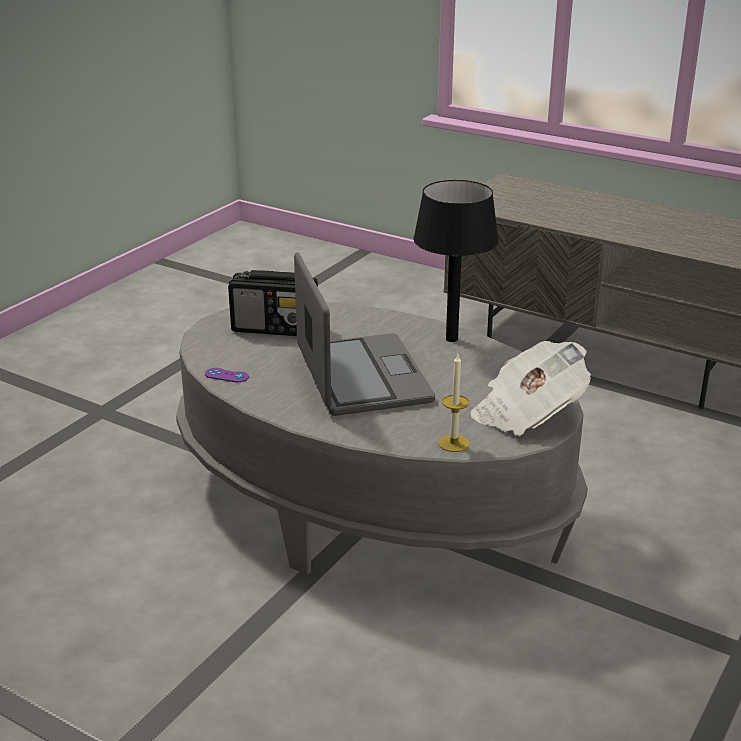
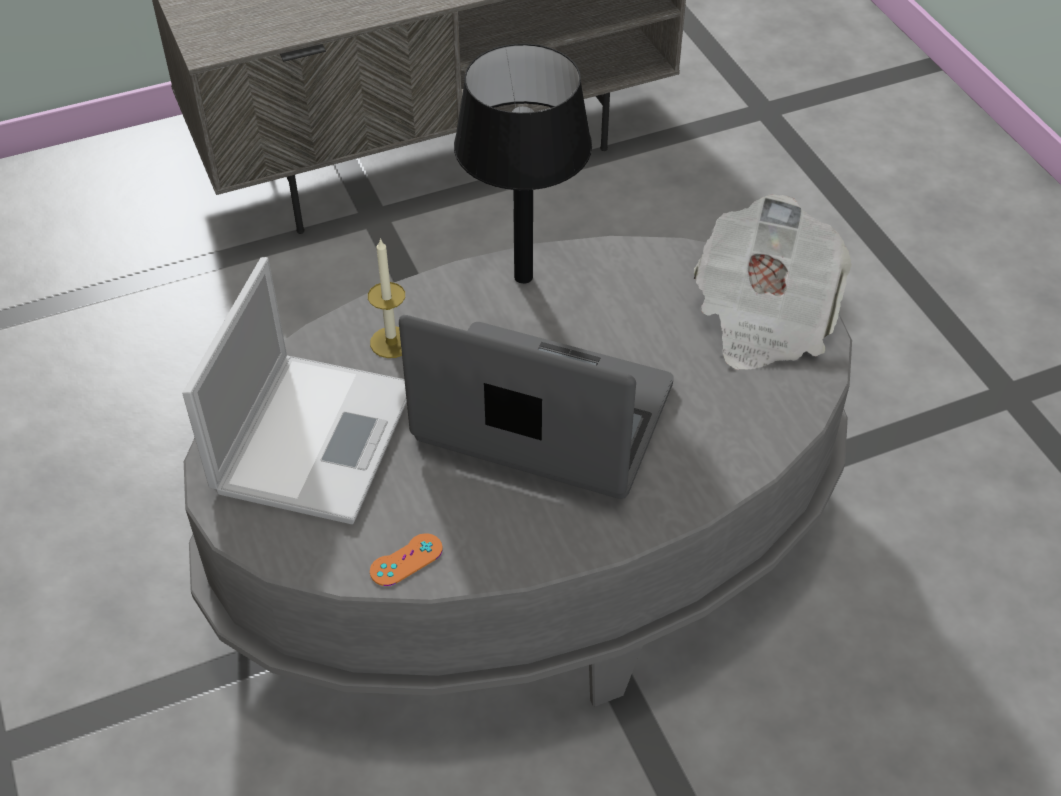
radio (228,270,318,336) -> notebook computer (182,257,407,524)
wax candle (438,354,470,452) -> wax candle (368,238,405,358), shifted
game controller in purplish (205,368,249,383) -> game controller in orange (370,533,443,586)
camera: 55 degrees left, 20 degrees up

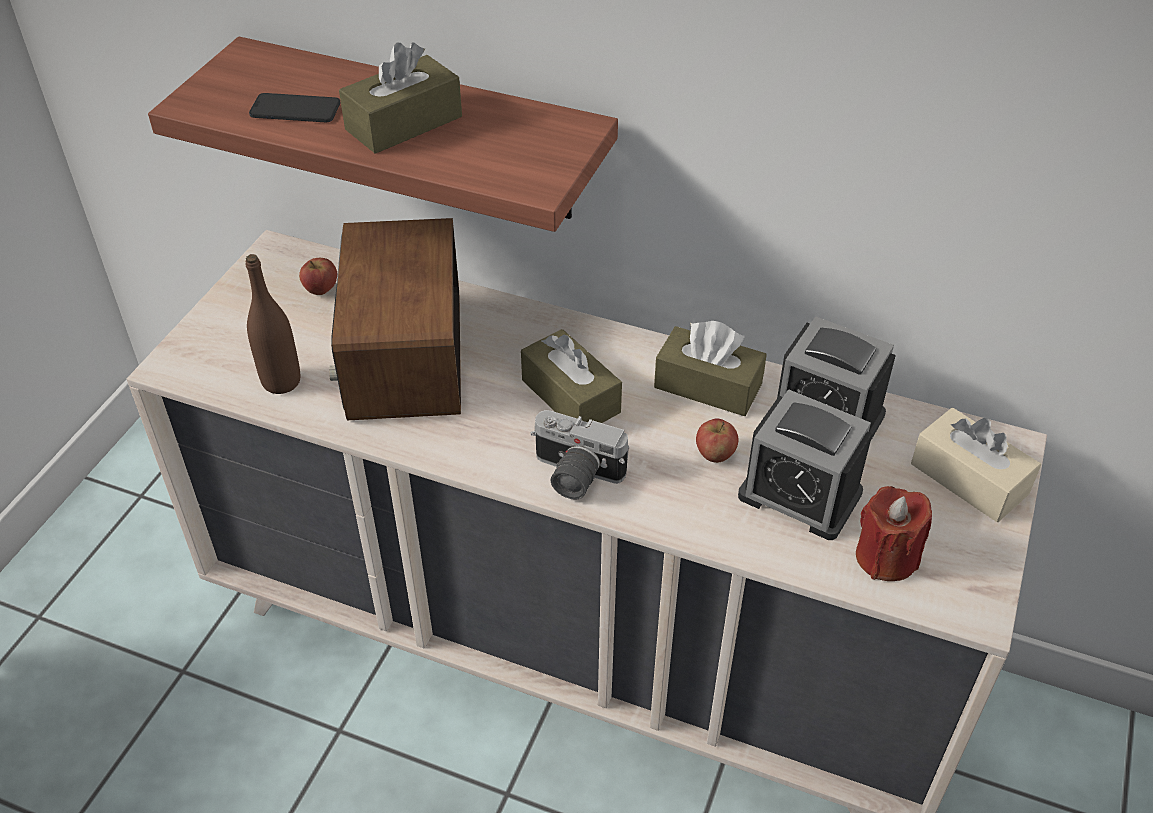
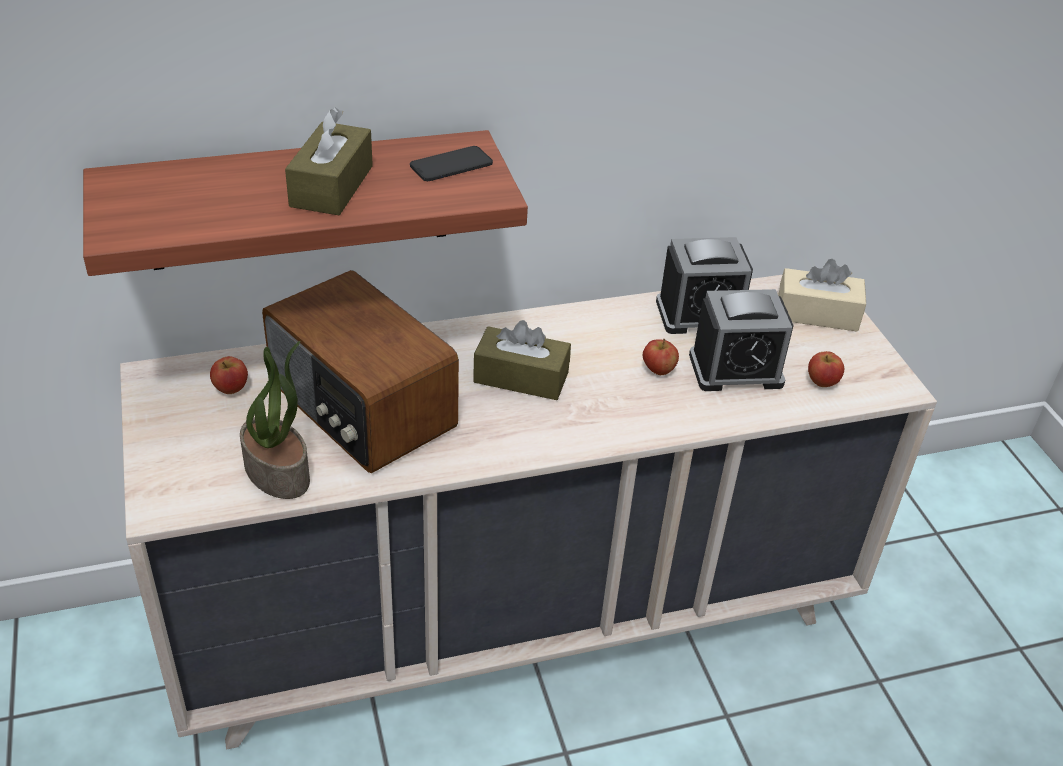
drink bottle in brownish (245,254,300,394) -> plant in a pot (240,341,310,499)
phone (249,93,340,122) -> phone (410,146,493,181), shifted
wax candle in reddish (856,486,932,581) -> apple fruit (808,351,844,387)
still camera (530,410,629,500) -> none
tissue holder in brownish (654,321,767,416) -> none
camera: 40 degrees left, 5 degrees down

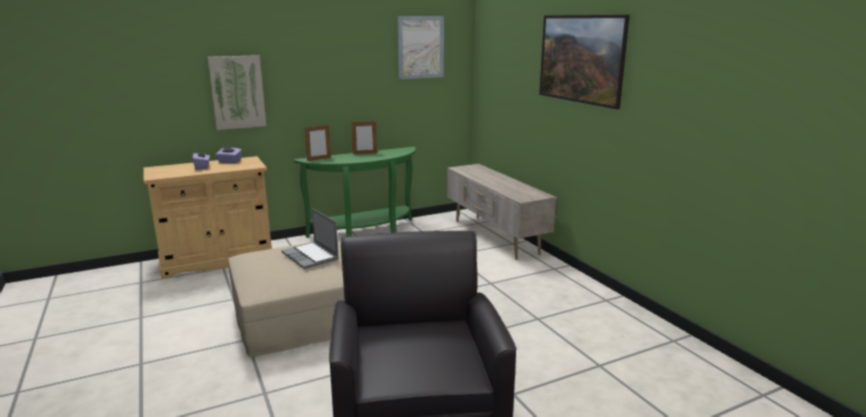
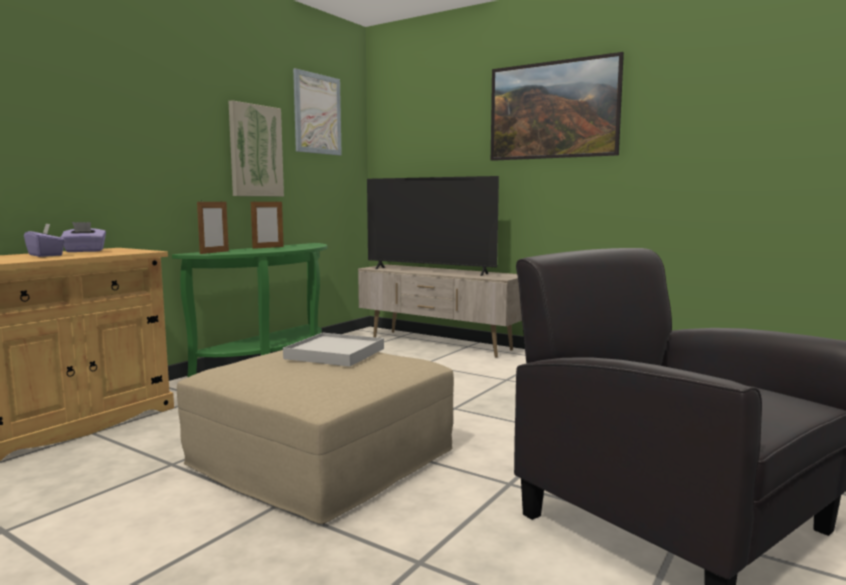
wall picture (207,55,266,130) -> wall picture (228,100,284,196), shifted
notebook computer (281,209,339,269) -> tray in white (283,333,384,367)
none -> TV set (367,176,499,276)
camera: 30 degrees left, 10 degrees down

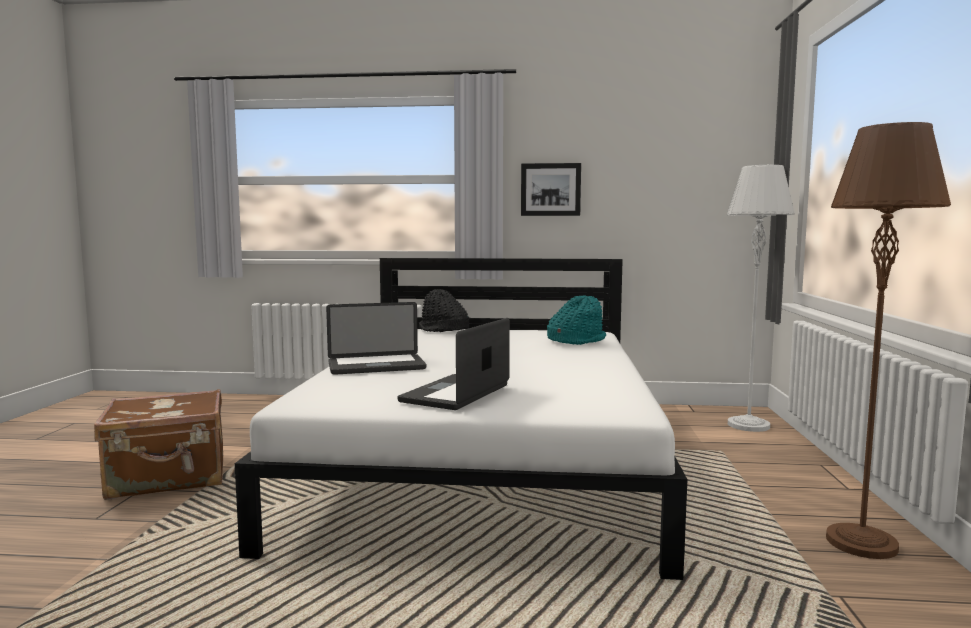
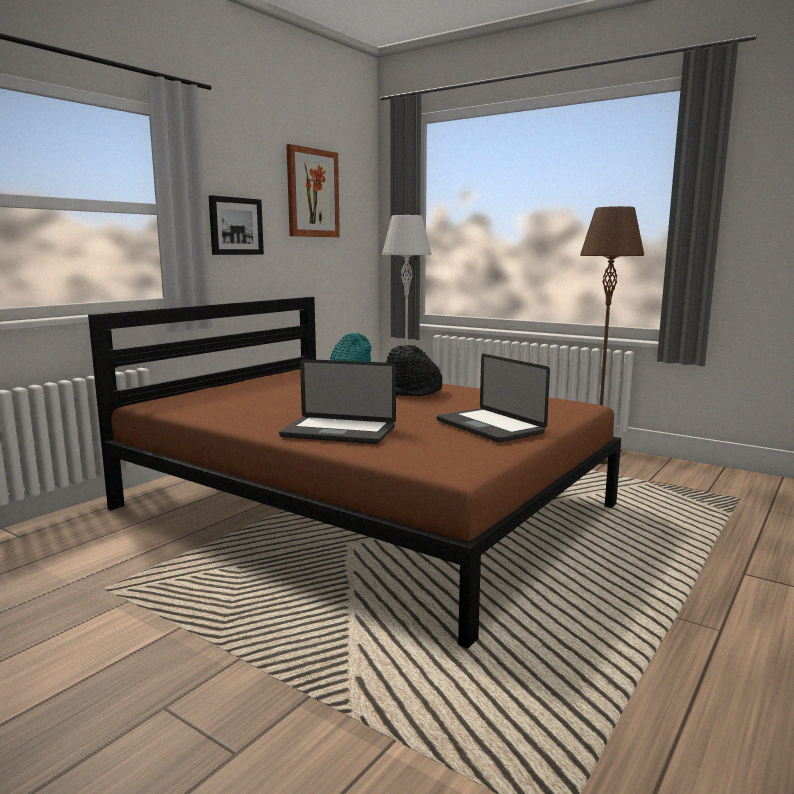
sleeping bed in white (235,258,687,580) -> sleeping bed in brownish (88,297,621,649)
notebook computer (326,302,426,375) -> notebook computer (279,359,396,444), 90 degrees clockwise
none -> wall picture (286,144,340,237)
hat in black (419,289,469,332) -> hat in black (387,345,442,396), shifted
piece of luggage in brownish (94,389,223,500) -> none
camera: 60 degrees left, 5 degrees up

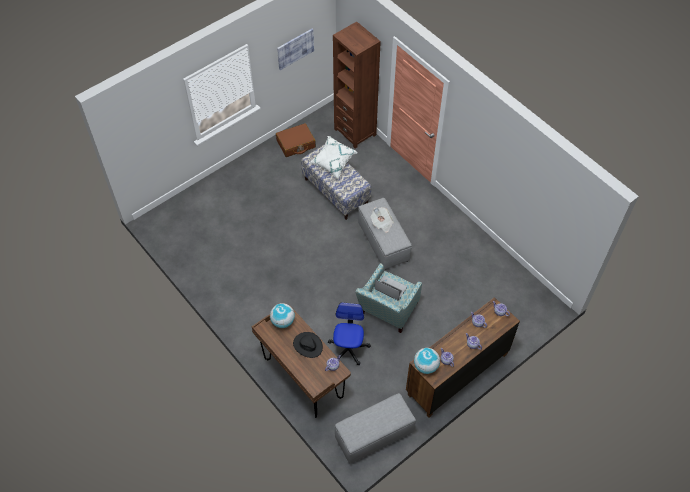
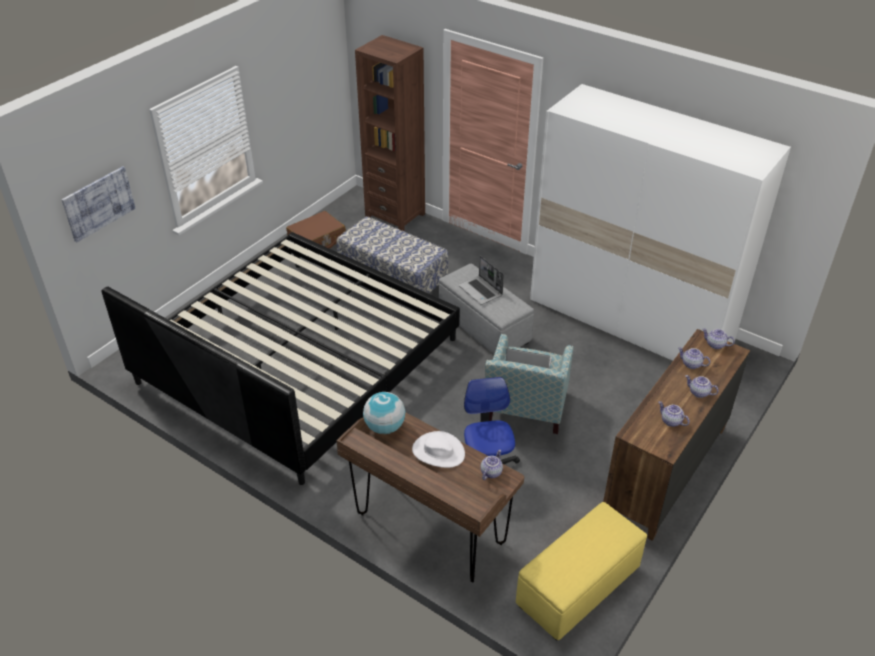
wall picture (277,29,314,70) -> wall picture (61,166,136,242), shifted
none -> sleeping bed (101,232,460,485)
hat in black (293,332,323,358) -> hat in white (412,431,465,468)
newspaper (371,207,394,233) -> notebook computer (459,256,504,305)
pouffe in grey (335,393,416,464) -> pouffe in yellowish (516,502,647,641)
none -> clothes cupboard in white (530,84,791,361)
cushion in white (309,136,358,179) -> none
globe (414,348,440,374) -> none
camera: 15 degrees left, 15 degrees down

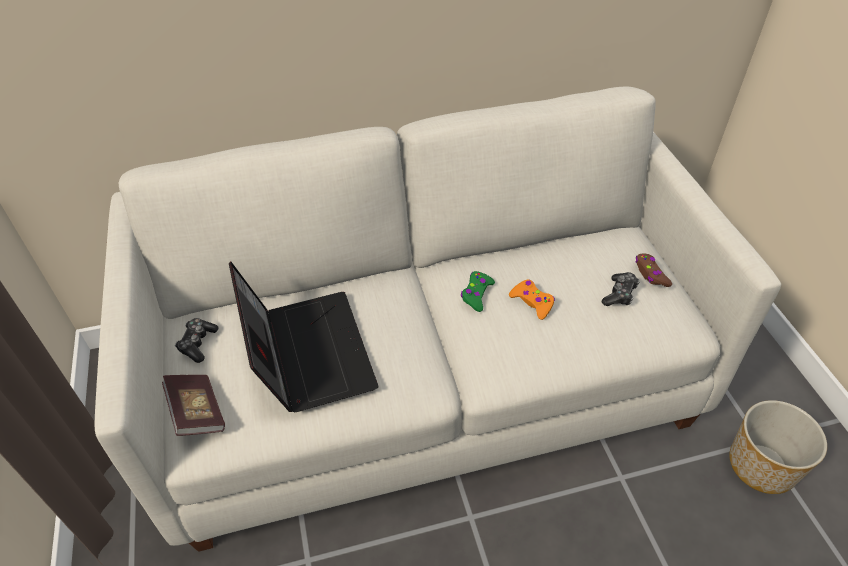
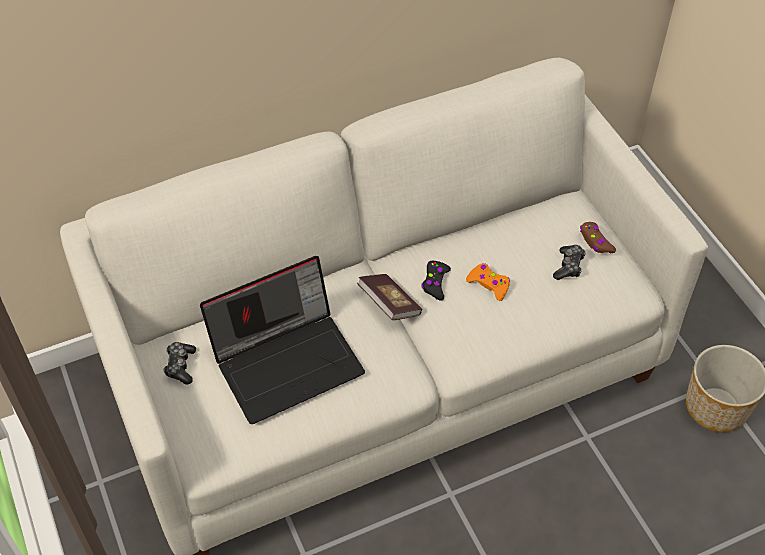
notebook computer (229,261,379,412) -> notebook computer (200,256,365,424), 90 degrees clockwise
volume (162,375,225,436) -> volume (357,274,422,320), shifted
game controller in green (461,271,495,312) -> game controller in black (421,261,451,301)
camera: 10 degrees left, 5 degrees up

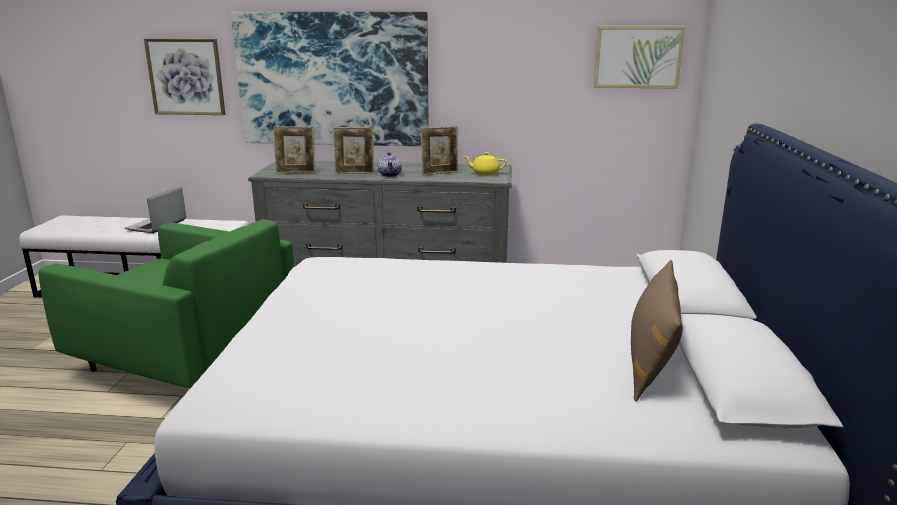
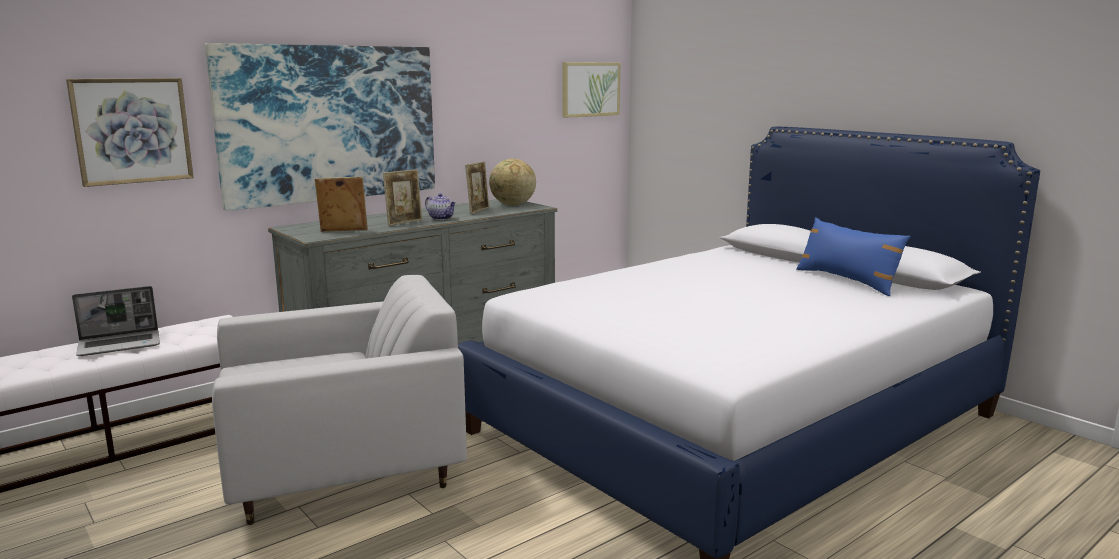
notebook computer (125,187,186,233) -> notebook computer (72,286,160,356), 90 degrees counterclockwise
lounge chair in green (39,219,294,388) -> lounge chair in white (212,275,467,525)
picture frame (273,126,315,174) -> picture frame (315,176,368,232), 135 degrees counterclockwise
tea pot in yellowish (463,152,507,175) -> globe (489,159,536,205)
cushion in brownish (631,260,683,401) -> cushion in blue (796,217,910,296)
camera: 45 degrees left, 5 degrees down

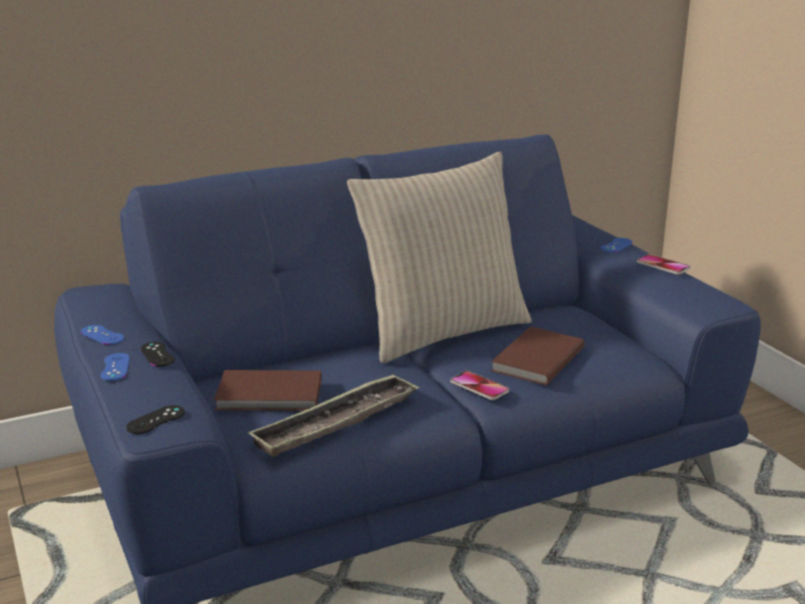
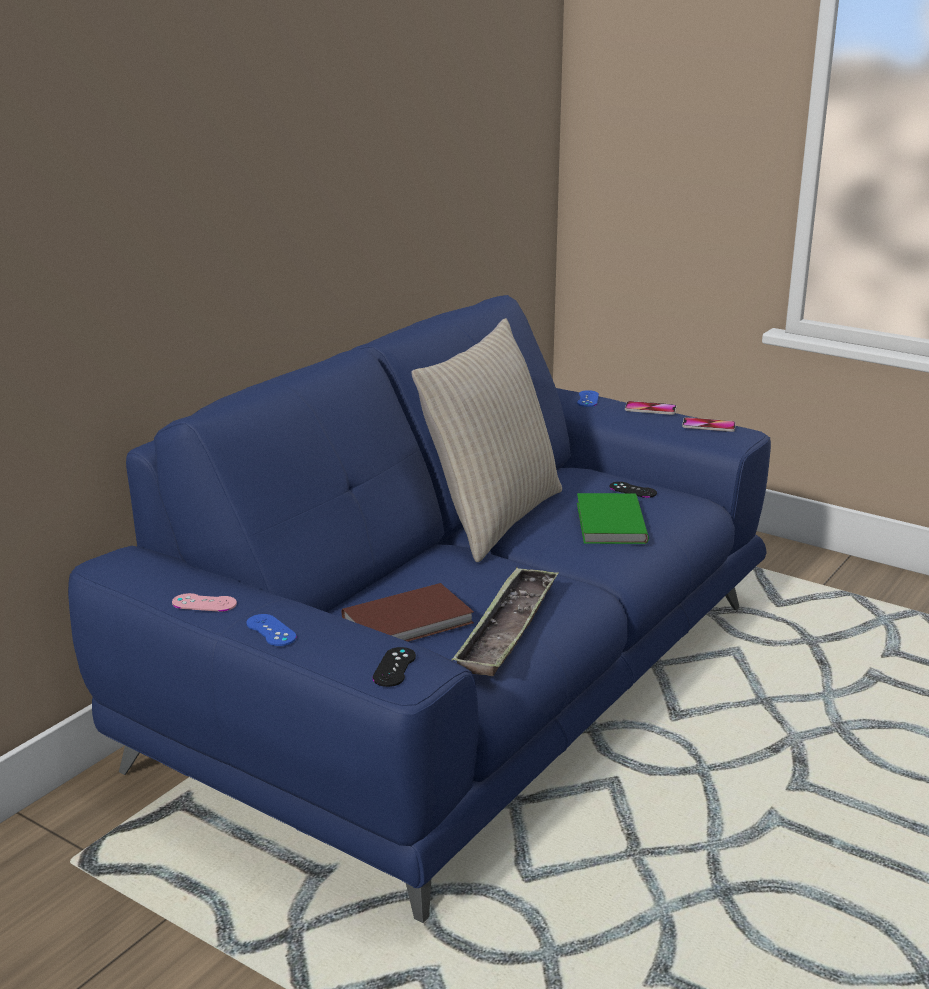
game controller in blue (81,325,124,345) -> game controller in pinkish (172,593,237,612)
volume in brownish (491,326,585,385) -> volume in green (577,493,649,544)
game controller in black (140,342,175,367) -> game controller in black (609,482,657,498), shifted
phone (450,371,509,400) -> phone (682,417,736,432), shifted
camera: 30 degrees left, 0 degrees up

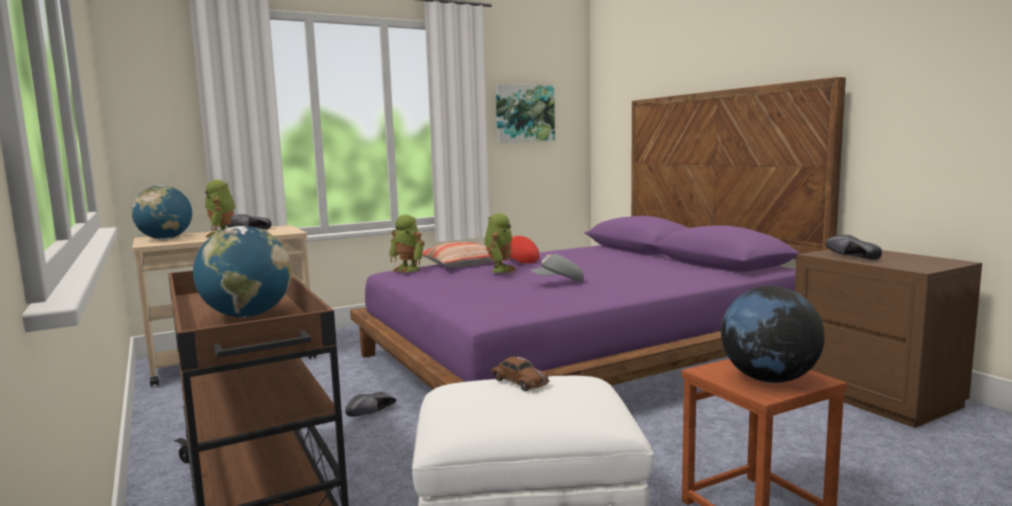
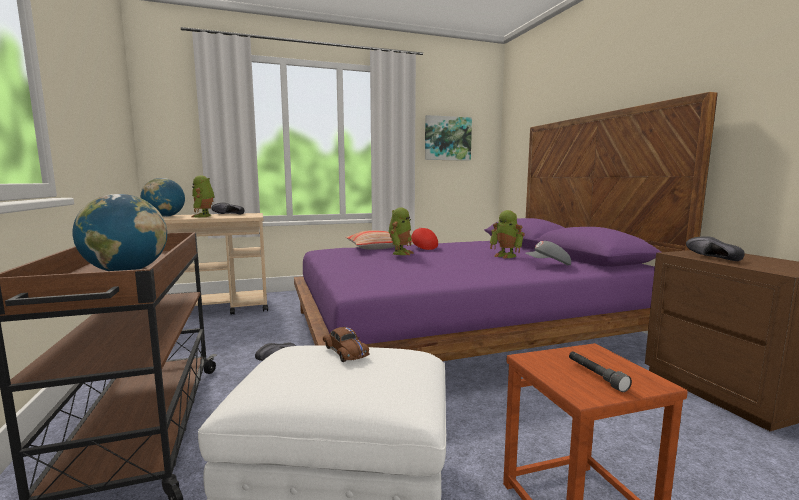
toy robot (389,215,425,273) -> toy robot (490,210,525,258), shifted
cap in grey (530,254,584,282) -> cap in grey (526,241,571,265), shifted
globe (721,286,825,383) -> hand torch in grey (569,351,632,392)
camera: 10 degrees right, 0 degrees up

